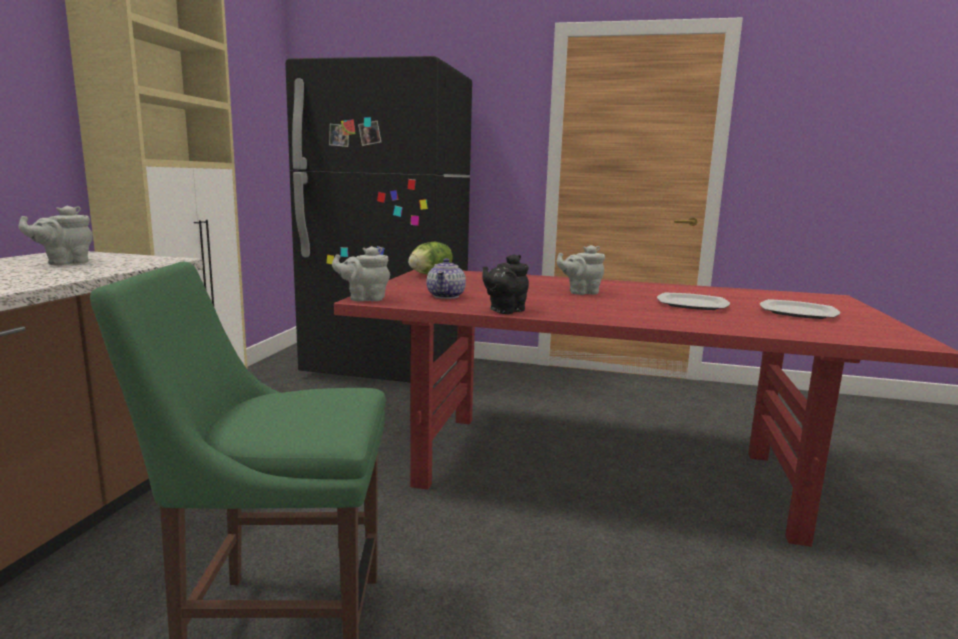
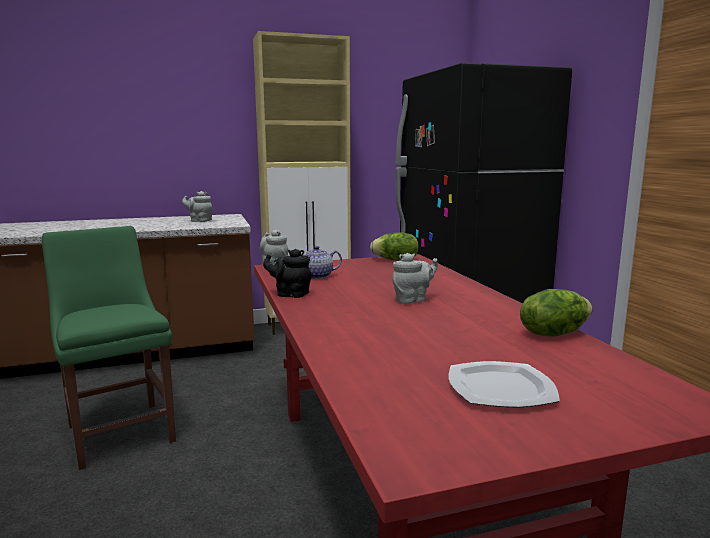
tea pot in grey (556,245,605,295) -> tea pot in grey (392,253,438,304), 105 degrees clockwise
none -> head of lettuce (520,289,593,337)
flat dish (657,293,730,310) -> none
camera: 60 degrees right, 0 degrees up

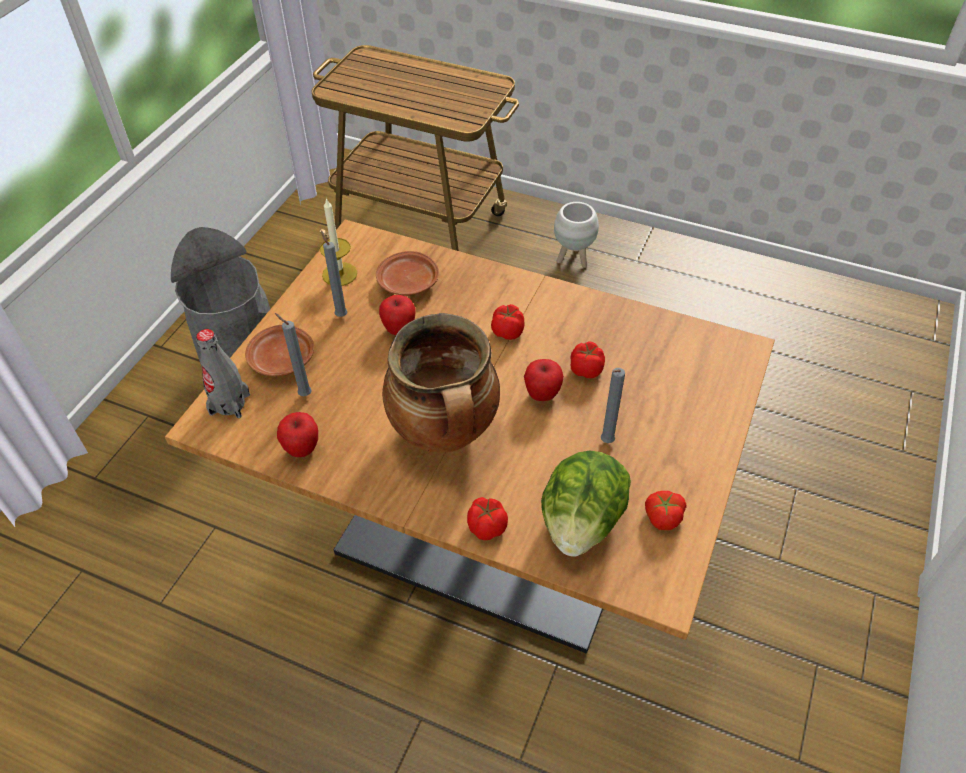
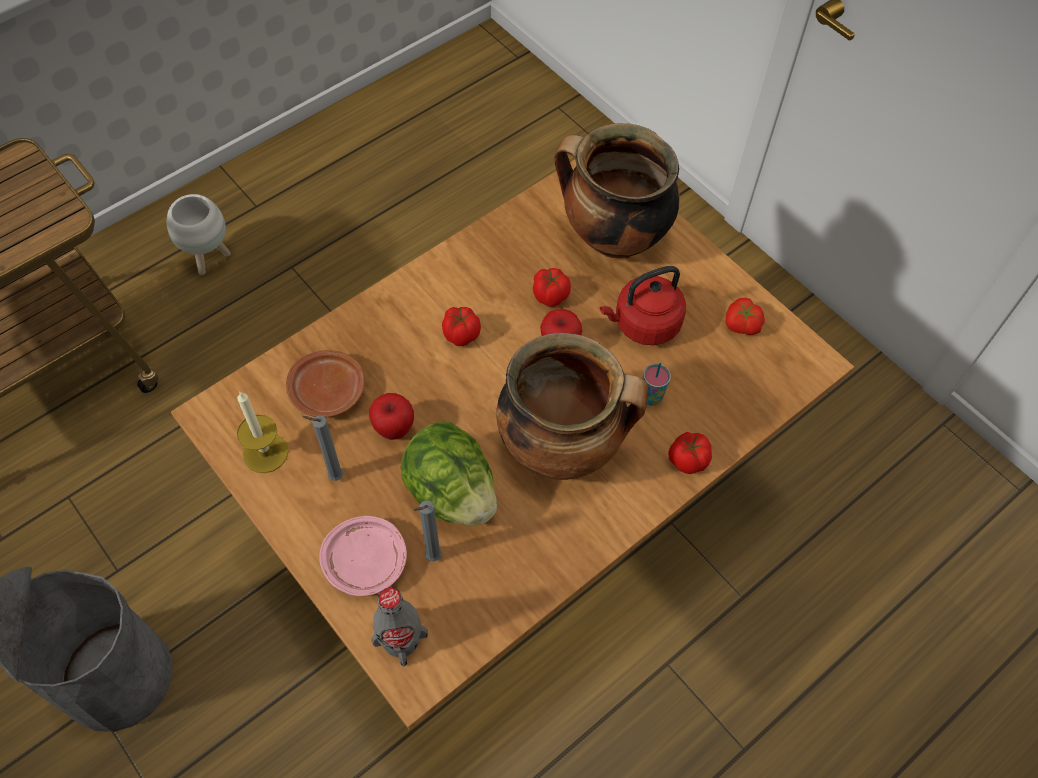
flat dish in brownish (245,325,314,376) -> flat dish in pinkish (319,516,407,596)
head of lettuce (541,451,631,557) -> head of lettuce (401,421,497,525), shifted
none -> saucepot (554,123,680,258)
wax candle in grey (601,368,625,443) -> water kettle in reddish (600,266,686,345)
none -> cup (643,363,671,406)
apple fruit (277,412,318,457) -> none
camera: 65 degrees left, 10 degrees up

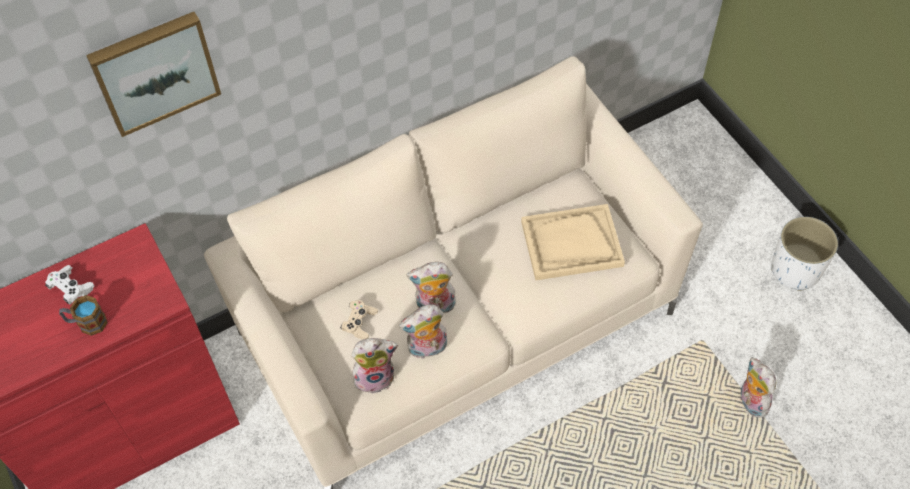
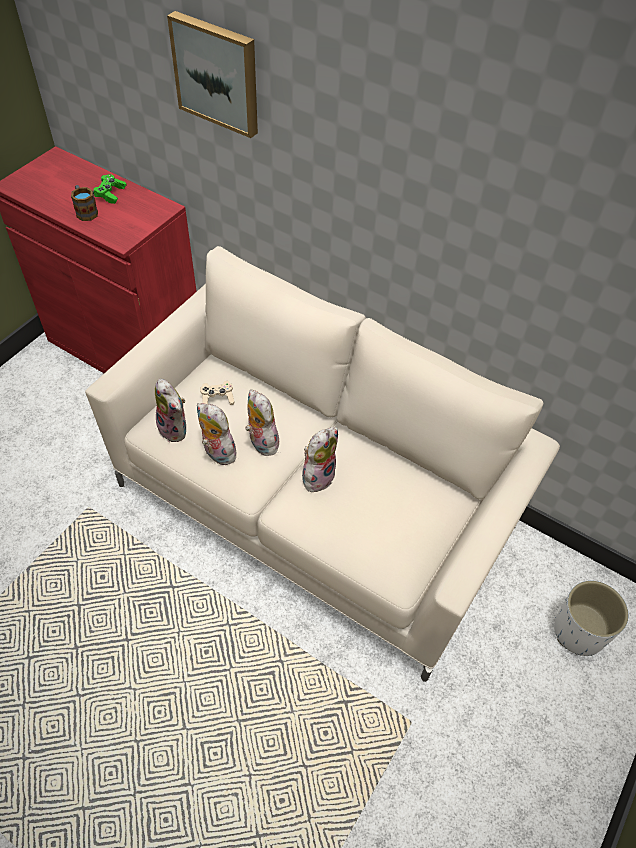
game controller in white (45,265,94,305) -> game controller in green (93,174,127,204)
plush toy (740,357,776,418) -> plush toy (302,427,338,493), shifted
planter in white (771,217,838,291) -> planter in white (554,581,628,656), shifted
tray in sand-coloured (521,204,625,280) -> none
camera: 60 degrees right, 5 degrees down

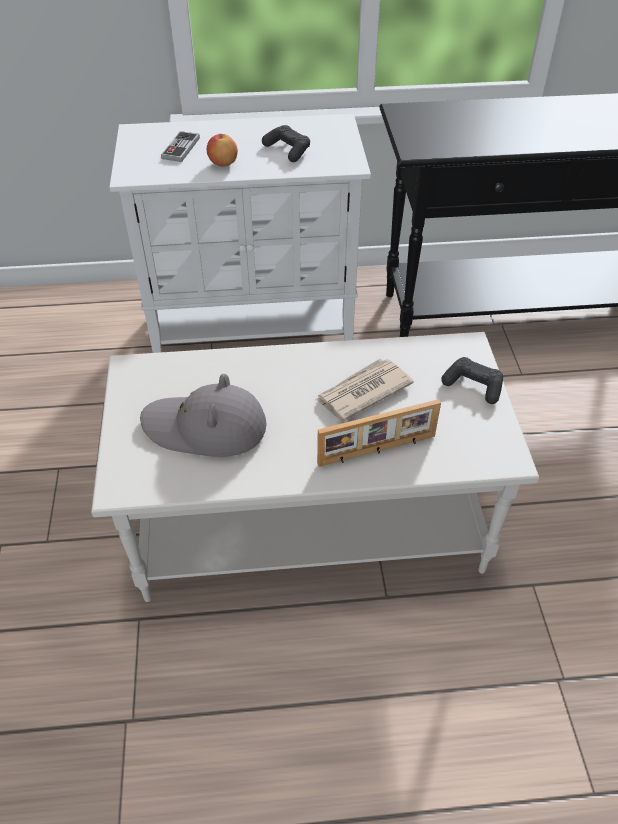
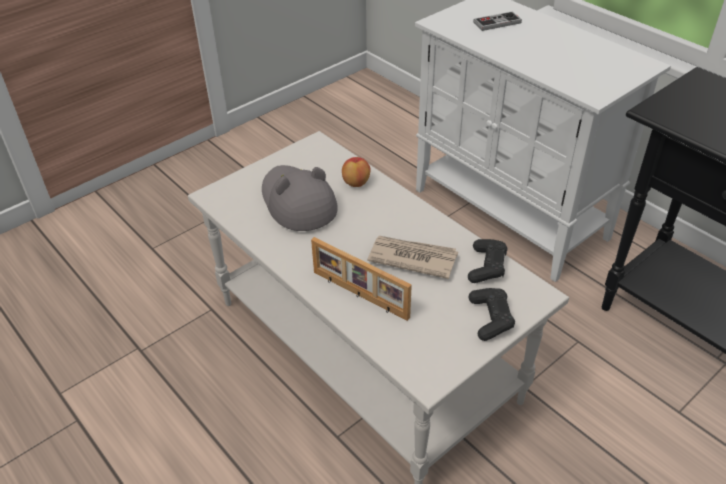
apple fruit (207,134,238,166) -> apple fruit (342,157,371,187), shifted
game controller in black (262,125,310,162) -> game controller in black (468,239,508,283), shifted
camera: 55 degrees right, 5 degrees down

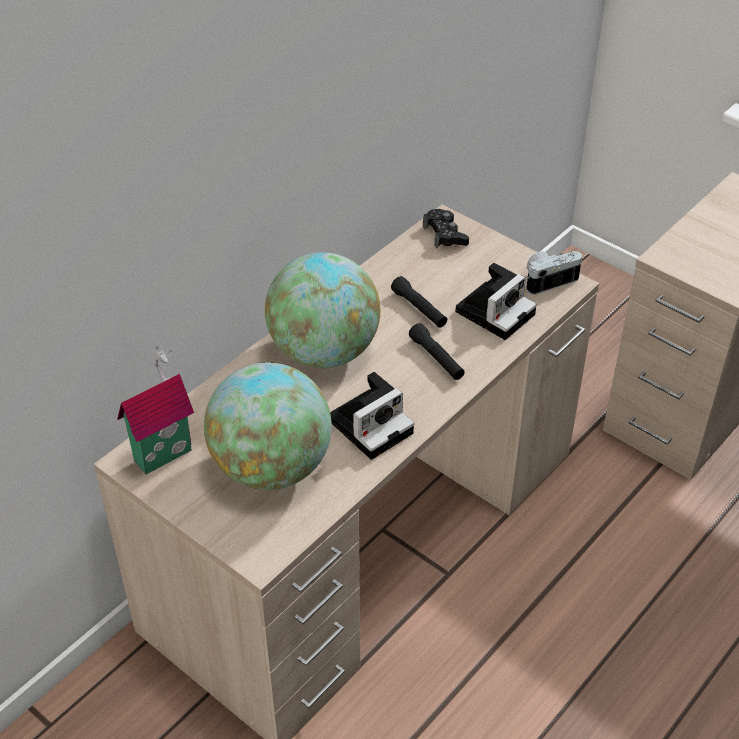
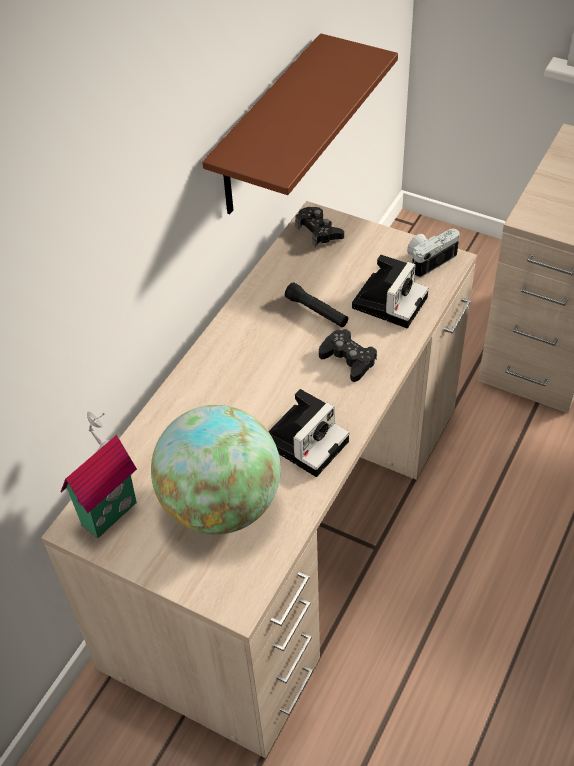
none -> bracket shelf in brownish (202,33,398,214)
hand torch in black (409,323,465,380) -> game controller in black (319,329,377,382)
globe (265,252,380,368) -> none
camera: 10 degrees left, 5 degrees up

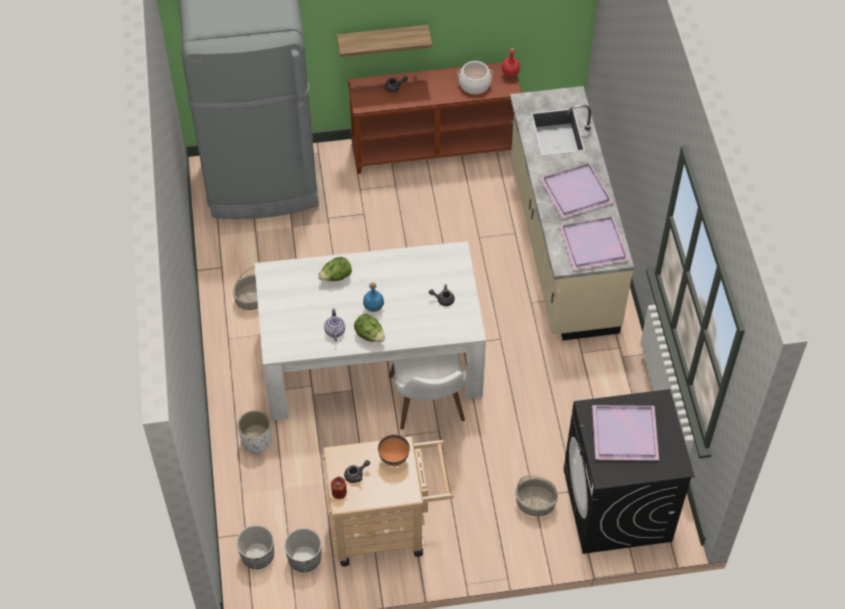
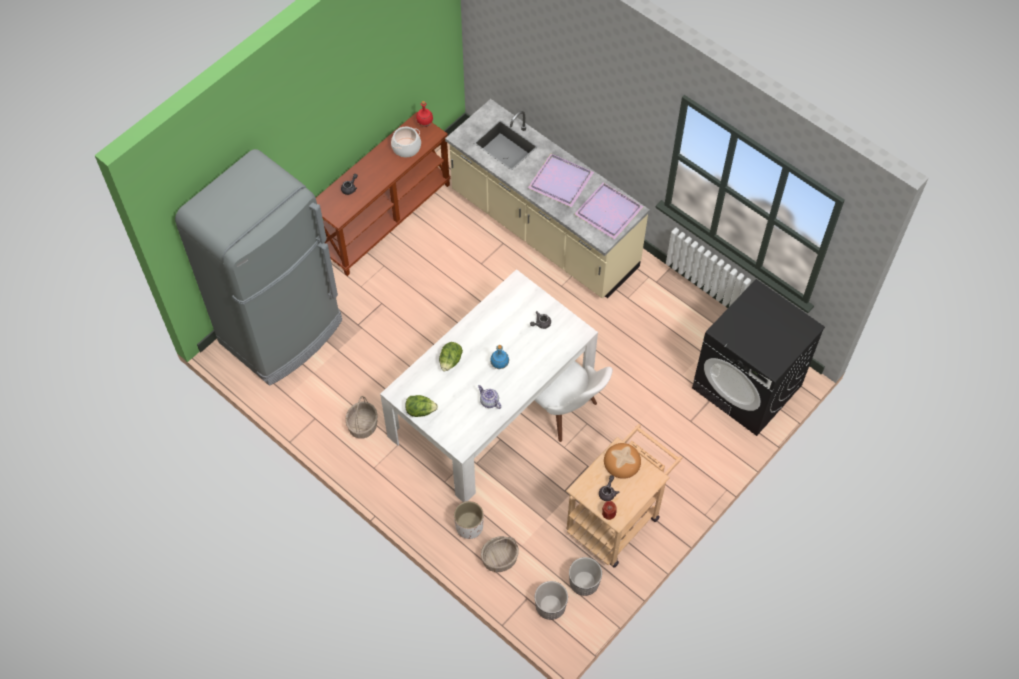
head of lettuce (354,314,385,342) -> head of lettuce (405,395,438,417), shifted
storage basket (515,475,558,517) -> storage basket (481,536,519,572), shifted
bowl in orange (378,434,410,466) -> baked bread (604,443,641,479)
bracket shelf (337,25,432,57) -> none
tray in purplish (592,405,659,460) -> none
camera: 40 degrees left, 5 degrees up

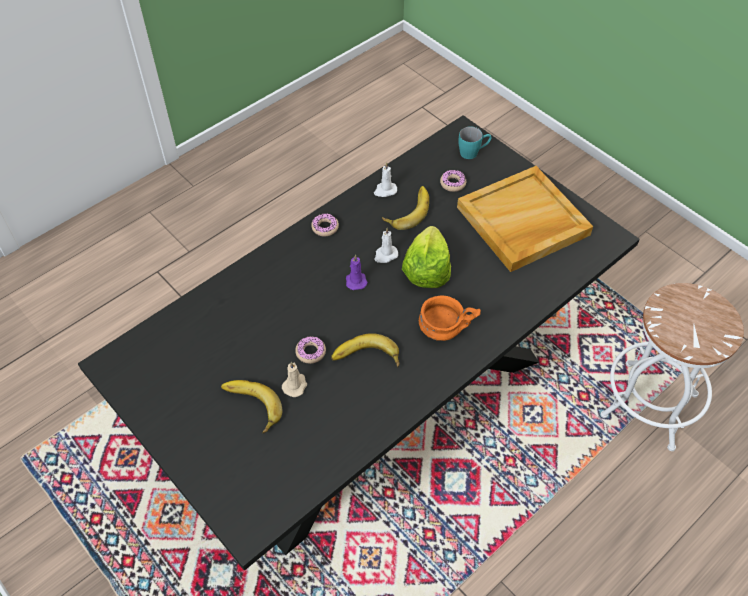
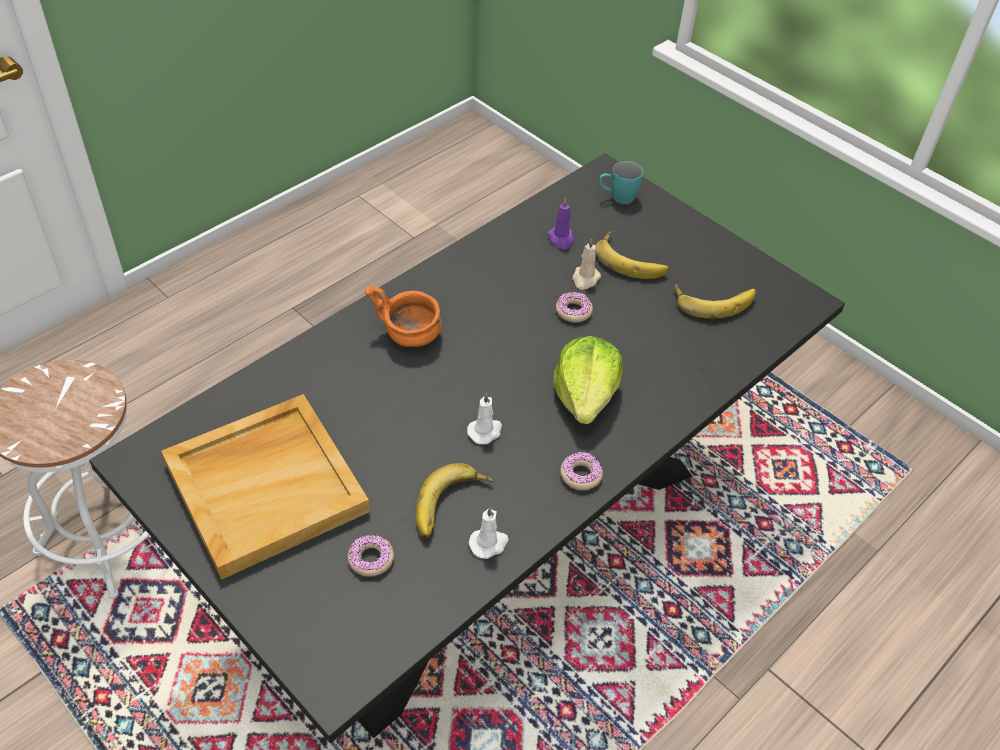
wax candle in purplish (346,254,368,290) -> wax candle in purplish (547,198,574,250), shifted
head of lettuce (402,226,451,288) -> head of lettuce (554,336,623,424), shifted
coffee mug in turquoise-coloured (458,127,492,159) -> coffee mug in turquoise-coloured (599,161,643,204), shifted
banana fruit (331,333,399,367) -> banana fruit (675,284,756,319), shifted
camera: 175 degrees right, 5 degrees down

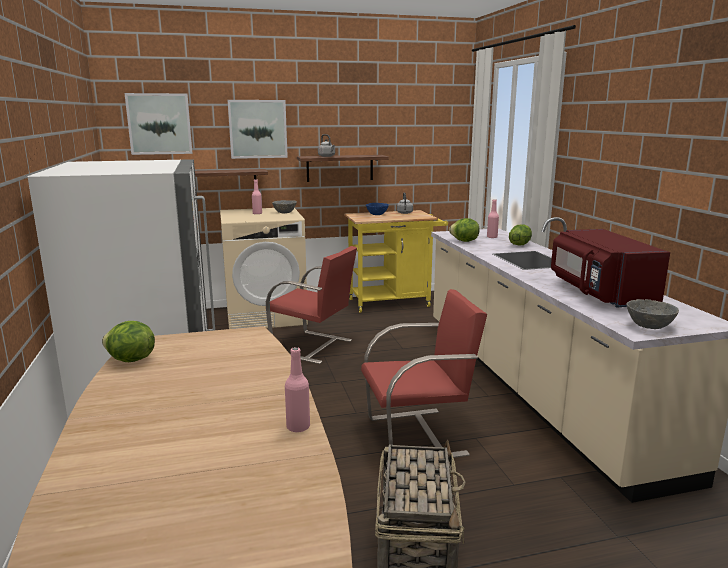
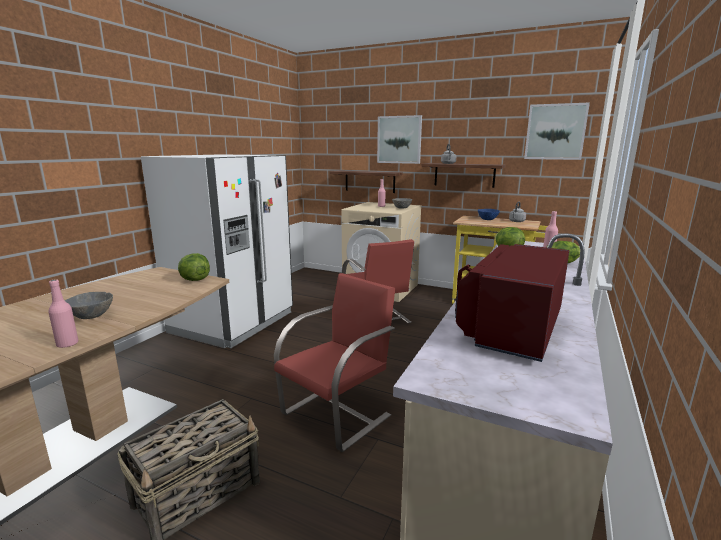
bowl in grey (626,299,679,329) -> bowl in grey (65,292,113,319), shifted
head of lettuce (102,321,155,362) -> head of lettuce (178,253,210,281), shifted
chair in reddish (361,289,487,458) -> chair in reddish (274,273,395,452), 75 degrees counterclockwise
wall picture (125,93,192,155) -> wall picture (524,102,590,160), shifted
camera: 40 degrees right, 0 degrees up

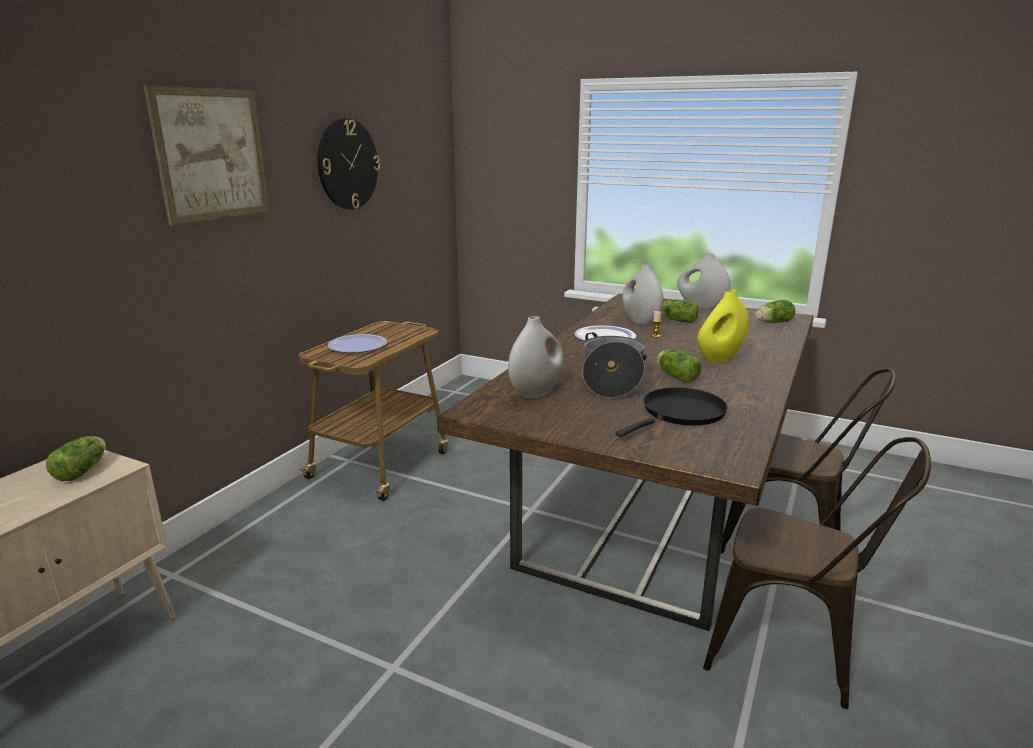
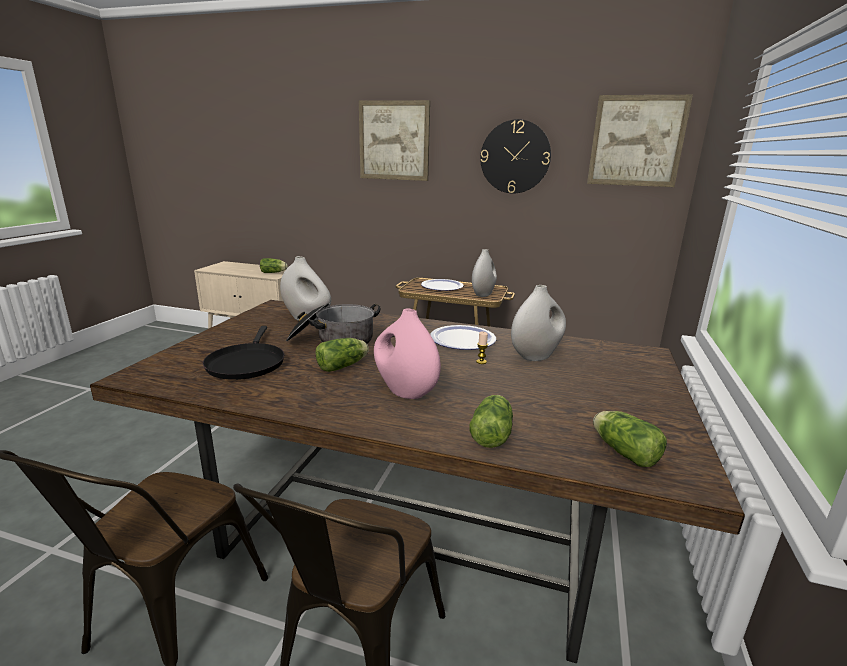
frying pan in black (616,387,728,437) -> frying pan in black (203,326,285,380), 45 degrees clockwise
vase in yellowish (697,290,749,363) -> vase in pinkish (374,308,441,399)
head of lettuce (661,300,699,323) -> head of lettuce (469,395,513,448), shifted
vase in white (677,253,730,310) -> vase in white (472,249,497,297), shifted
none -> wall picture (587,95,693,187)
camera: 80 degrees right, 0 degrees up

